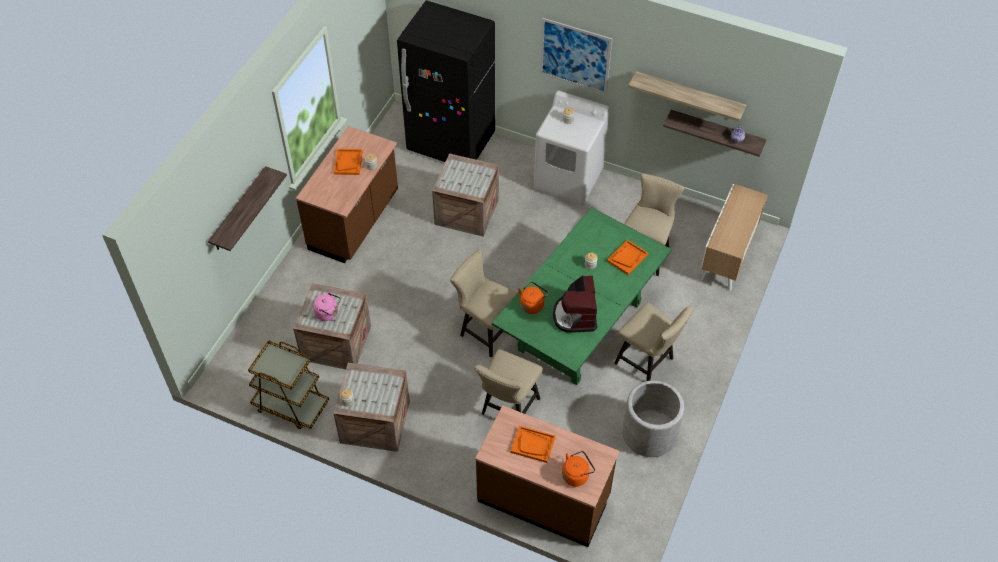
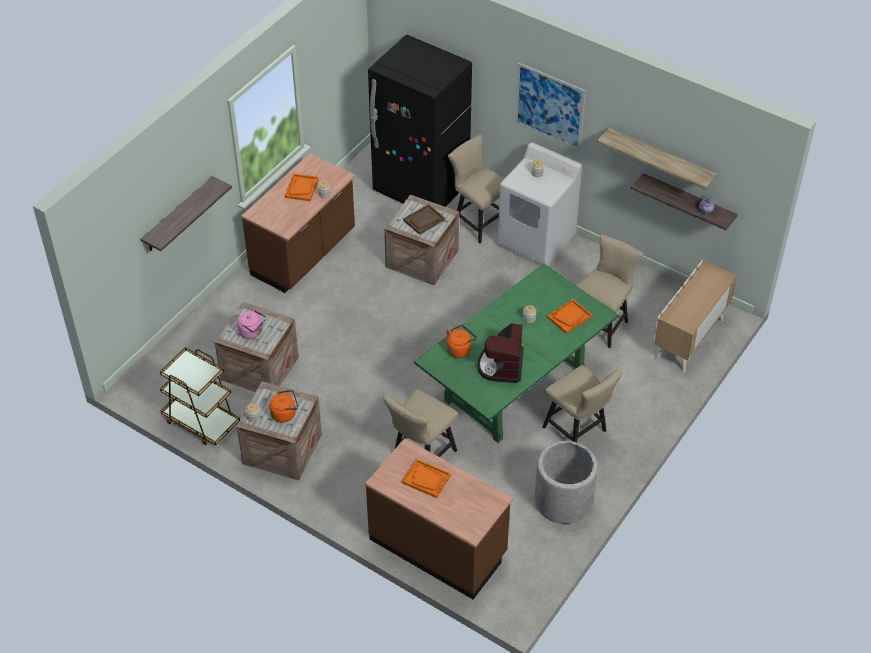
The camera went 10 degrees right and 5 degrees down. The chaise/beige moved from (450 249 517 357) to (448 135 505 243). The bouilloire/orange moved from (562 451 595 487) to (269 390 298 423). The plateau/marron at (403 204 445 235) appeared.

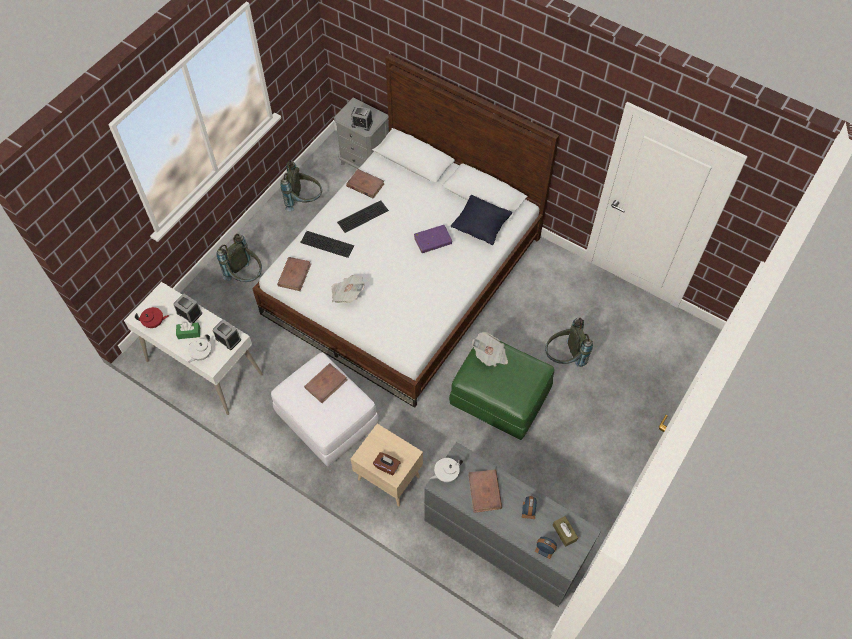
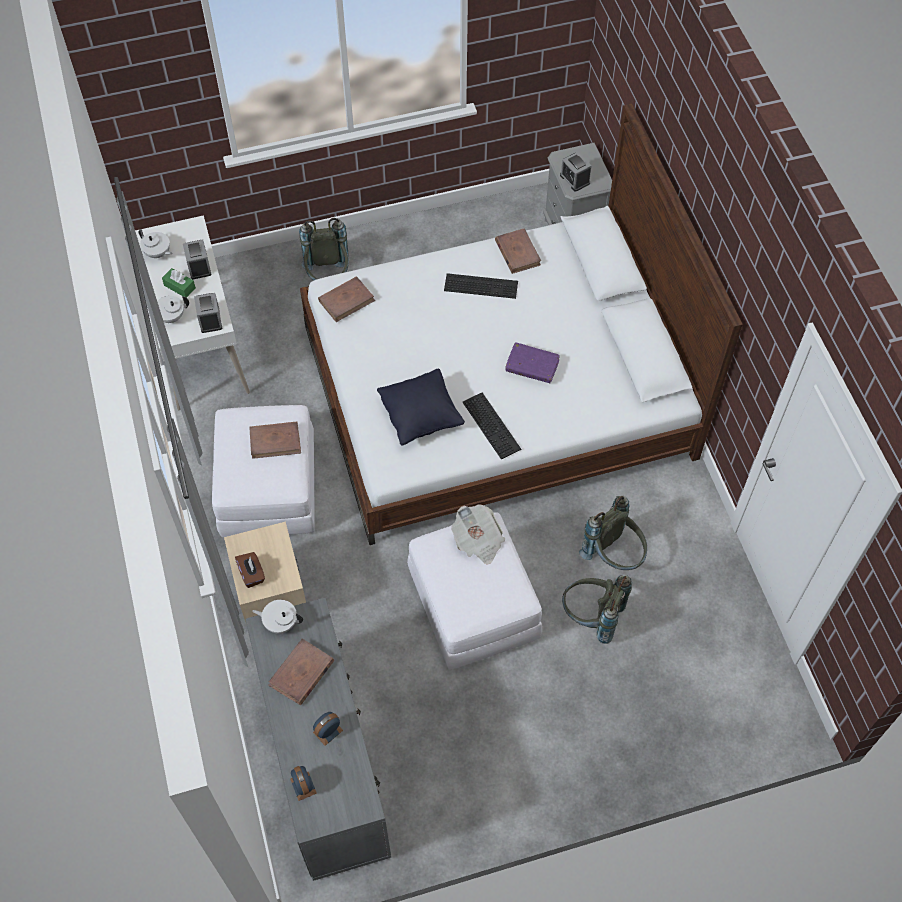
The camera went 40 degrees right and 0 degrees up. The sac à dos/gris moved from (280 160 322 211) to (579 496 647 570). The coussin/noir moved from (451 195 512 245) to (377 368 465 446). The clavier moved from (300 231 354 258) to (463 393 521 459). The journal at (331 275 365 303) disappeared. The théière/rouge at (135 307 169 328) became the théière/blanc at (139 229 173 258). The pouf/vert at (449 341 554 440) became the pouf/blanc at (407 512 542 670). The boîte à mouchoirs/marron at (553 516 578 547) disappeared.

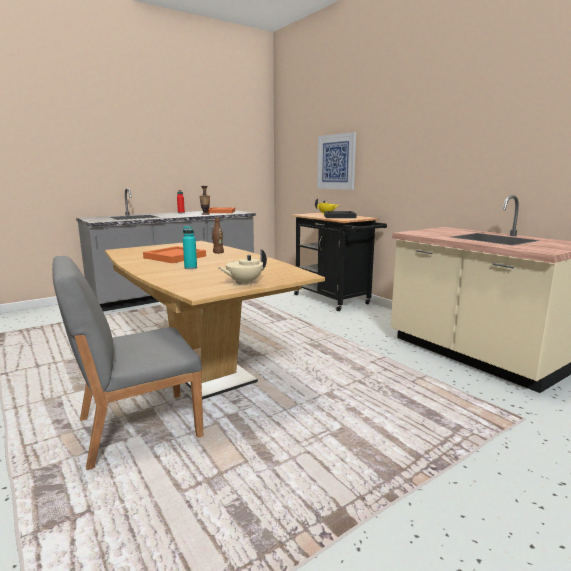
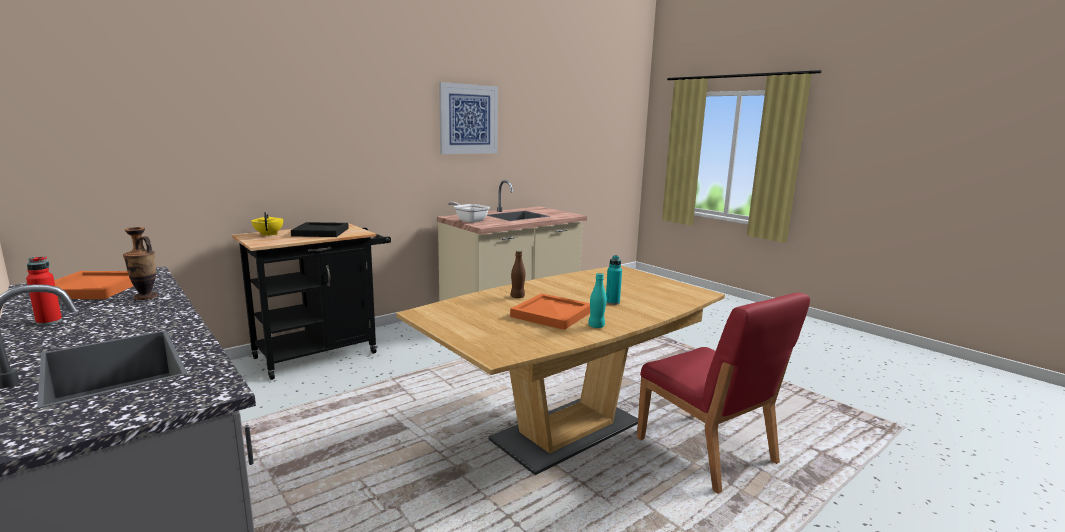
The camera went 95 degrees left and 0 degrees up. The tableau moved from (317 132 356 190) to (439 82 498 154). The théière/beige at (218 249 267 285) disappeared. The chaise/gris at (52 256 203 470) became the chaise/rouge at (637 292 810 494). The poêle at (448 202 490 223) appeared. The bouteille/turquoise at (588 273 607 328) appeared.

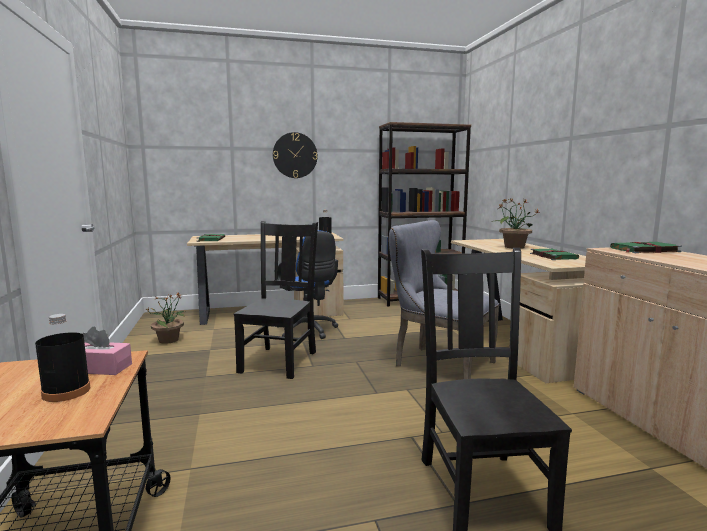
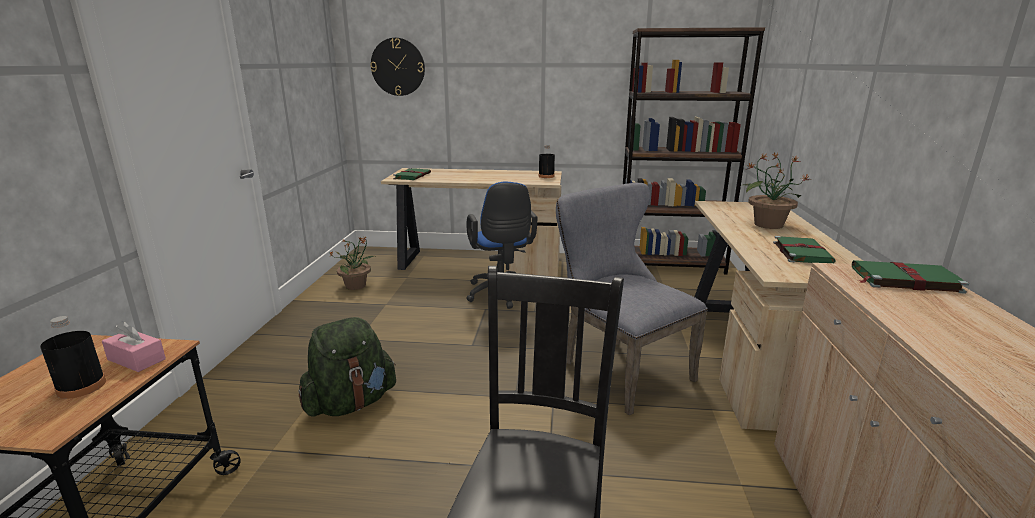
The camera went 20 degrees right and 10 degrees up. The horloge murale moved from (273 132 318 178) to (370 38 425 96). The chaise/noir at (234 221 318 379) disappeared. The sac à dos/vert at (298 317 396 416) appeared.

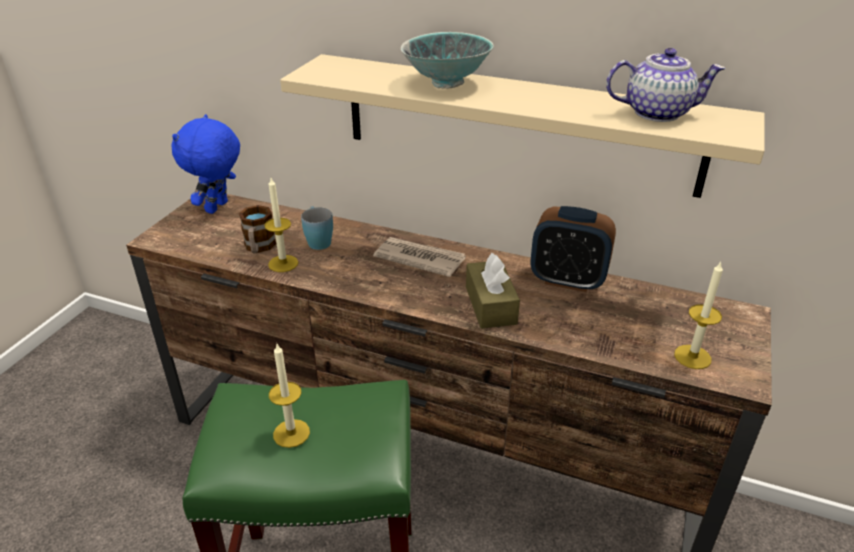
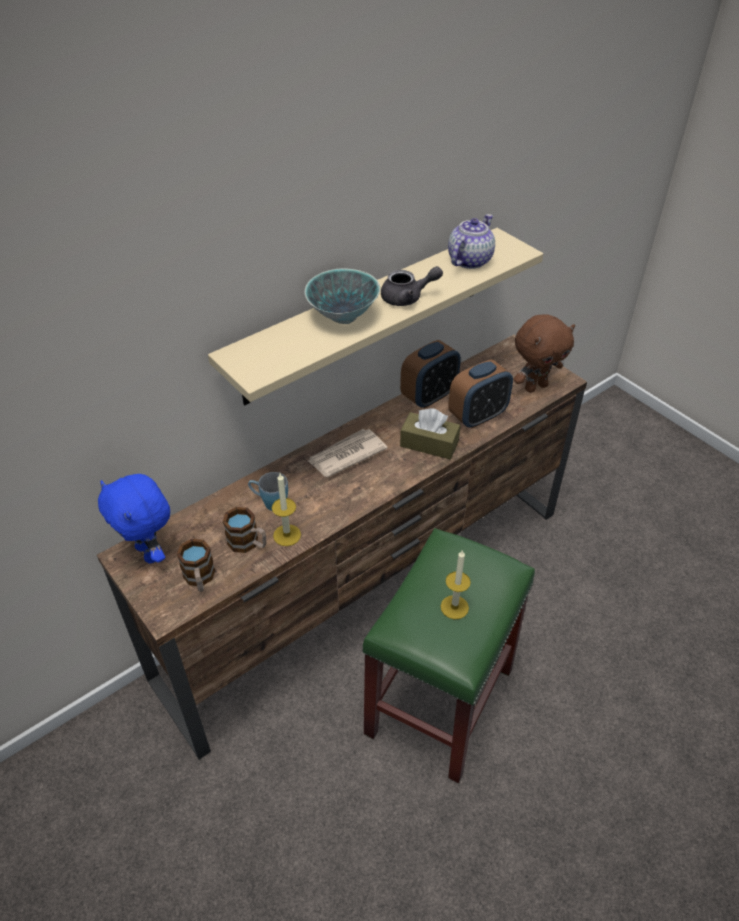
The camera went 60 degrees left and 10 degrees up. The bougie at (674 262 723 369) was replaced by the peluche/marron at (513 314 575 393). The théière/gris at (381 266 443 306) appeared. The réveil at (448 360 513 428) appeared. The mug at (177 539 215 592) appeared.

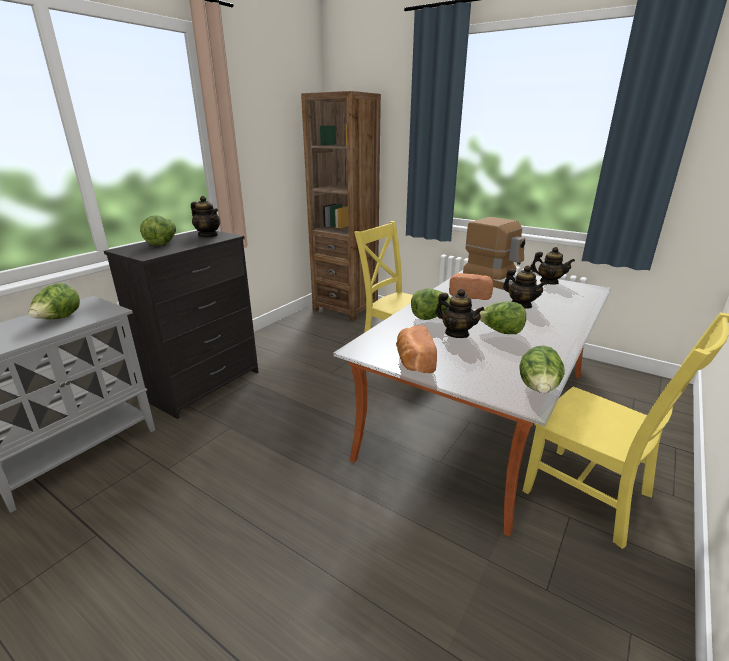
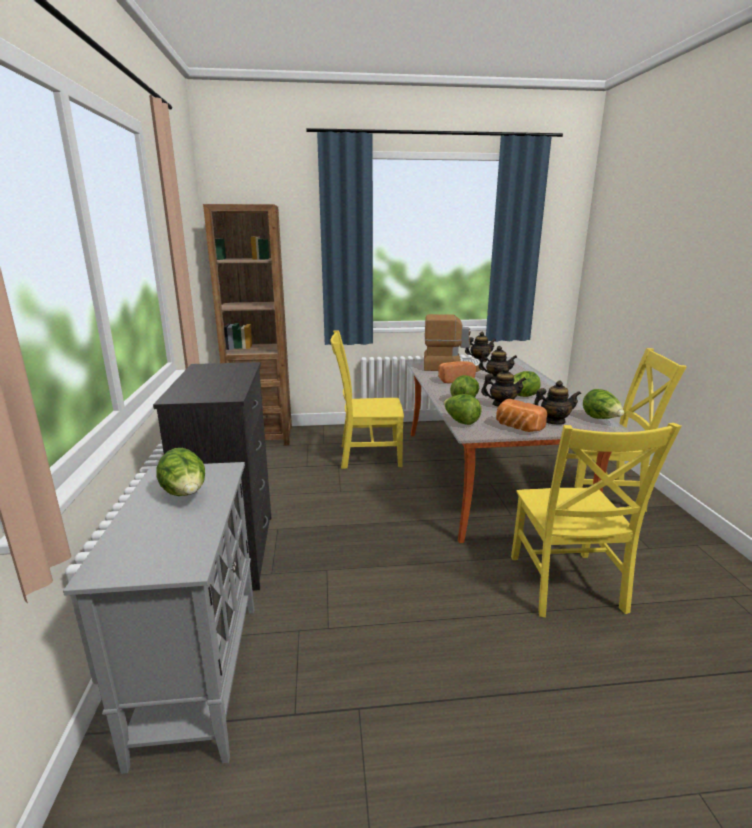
The camera went 40 degrees left and 5 degrees down. The théière moved from (191 196 220 237) to (534 380 581 425). The laitue moved from (140 215 176 246) to (444 394 482 425). The chaise/jaune at (511 423 682 617) appeared.

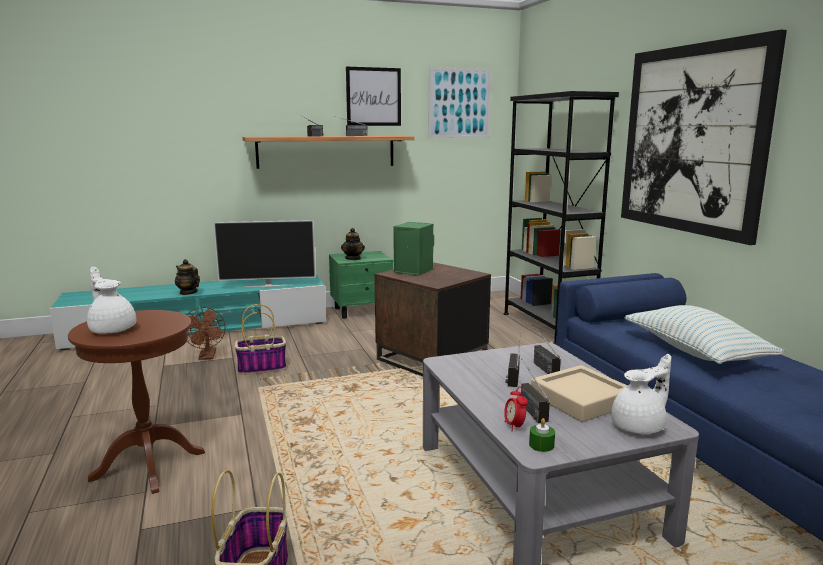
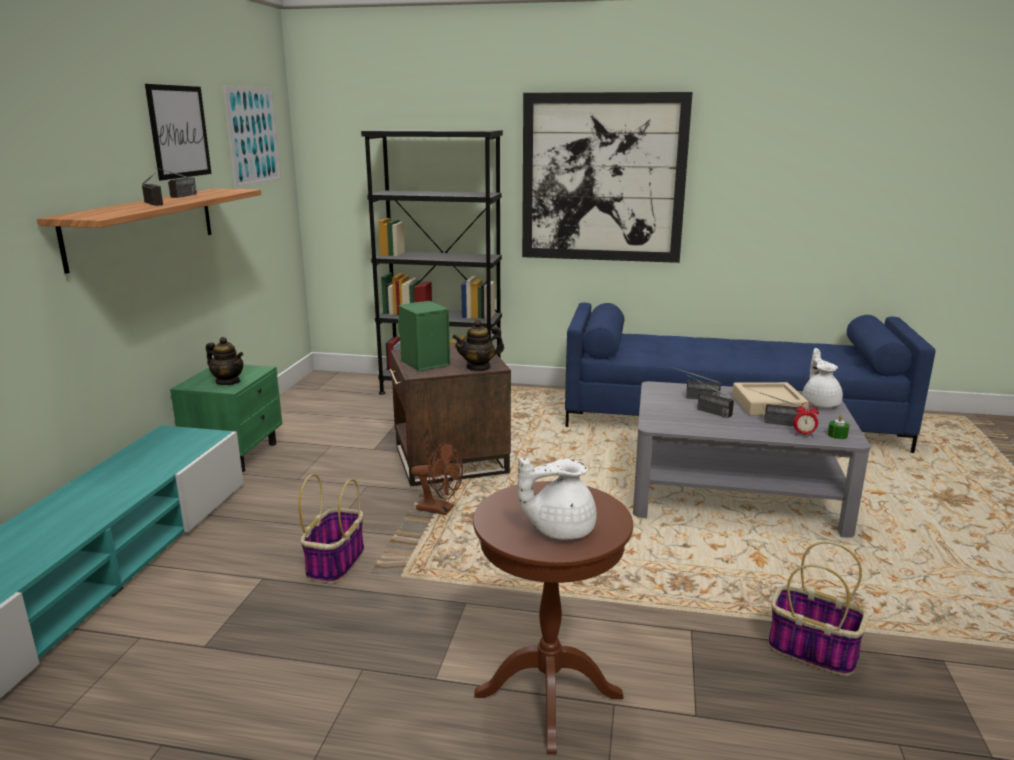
The camera went 60 degrees left and 5 degrees up. The téléviseur at (213 220 316 287) disappeared. The théière moved from (175 259 200 295) to (452 320 504 371). The coussin at (624 305 784 364) disappeared. The ventilateur/marron moved from (187 307 225 360) to (411 442 463 515).

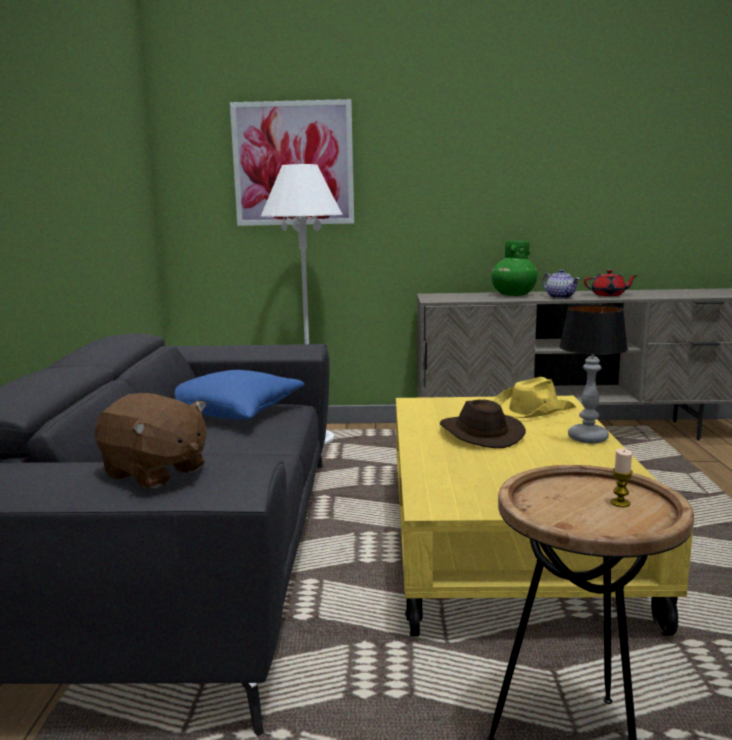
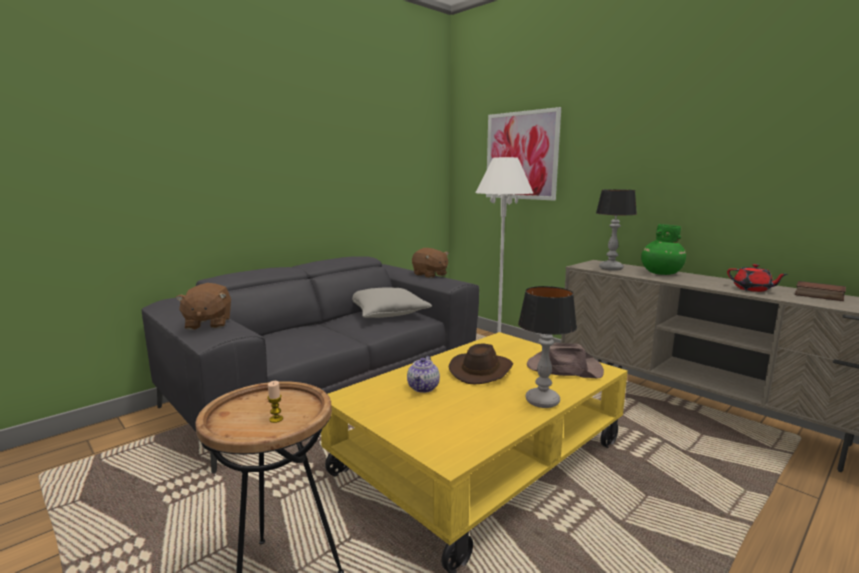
The camera went 45 degrees right and 0 degrees up. The théière moved from (543 269 580 299) to (407 356 440 393). The coussin/bleu at (175 370 305 420) became the coussin/gris at (352 287 432 318). The chapeau/jaune at (493 377 576 418) became the chapeau/marron at (527 343 604 378). The lampe de table at (596 189 637 271) appeared. The peluche/marron at (412 248 449 278) appeared. The livre at (795 281 846 301) appeared.

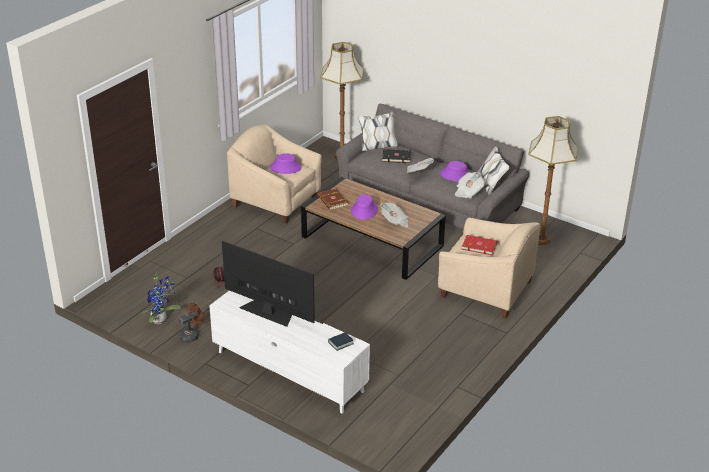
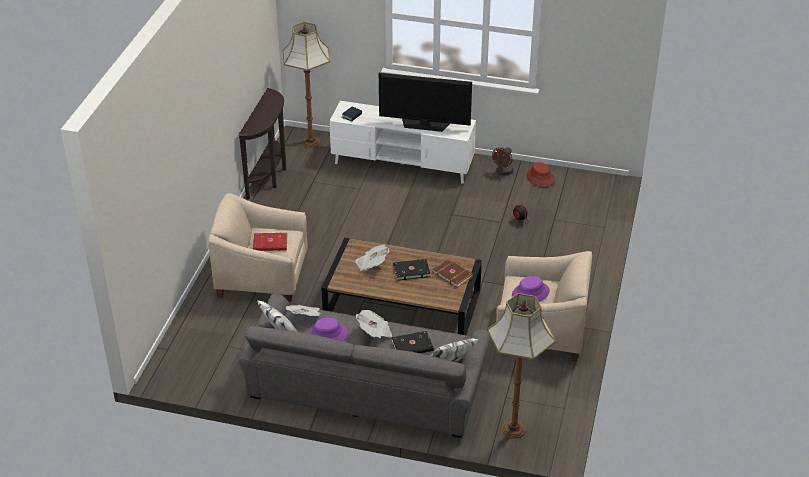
The camera went 160 degrees right and 5 degrees up. The lampadaire moved from (528 116 578 245) to (283 22 330 148). The chapeau/violet at (351 194 378 220) was replaced by the livre/noir at (393 259 430 281). The plante en pot at (142 273 181 324) was replaced by the chapeau/rouge at (526 162 555 187). The table console/marron at (239 88 286 199) appeared.

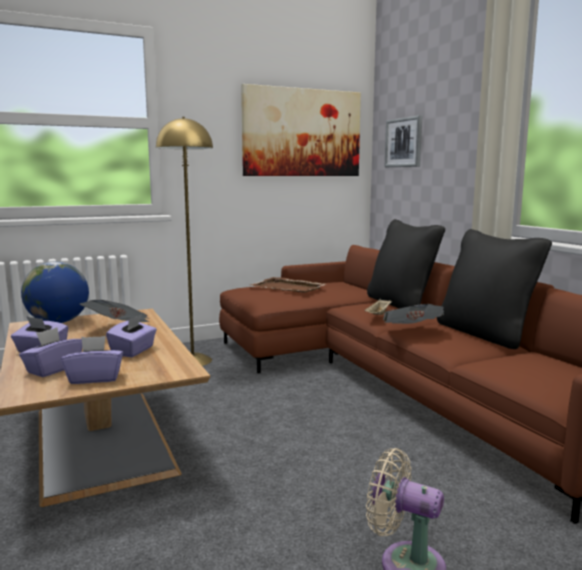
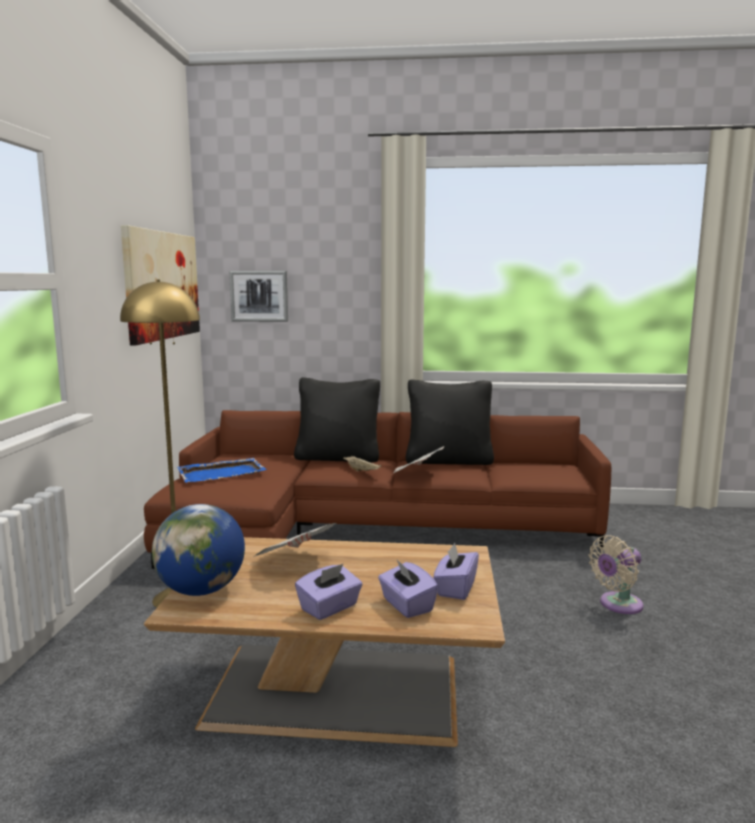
The camera went 60 degrees left and 0 degrees up. The plateau/marron at (251 277 326 293) became the plateau/bleu at (177 458 267 483). The boîte à mouchoirs/violet at (106 314 157 357) disappeared.

